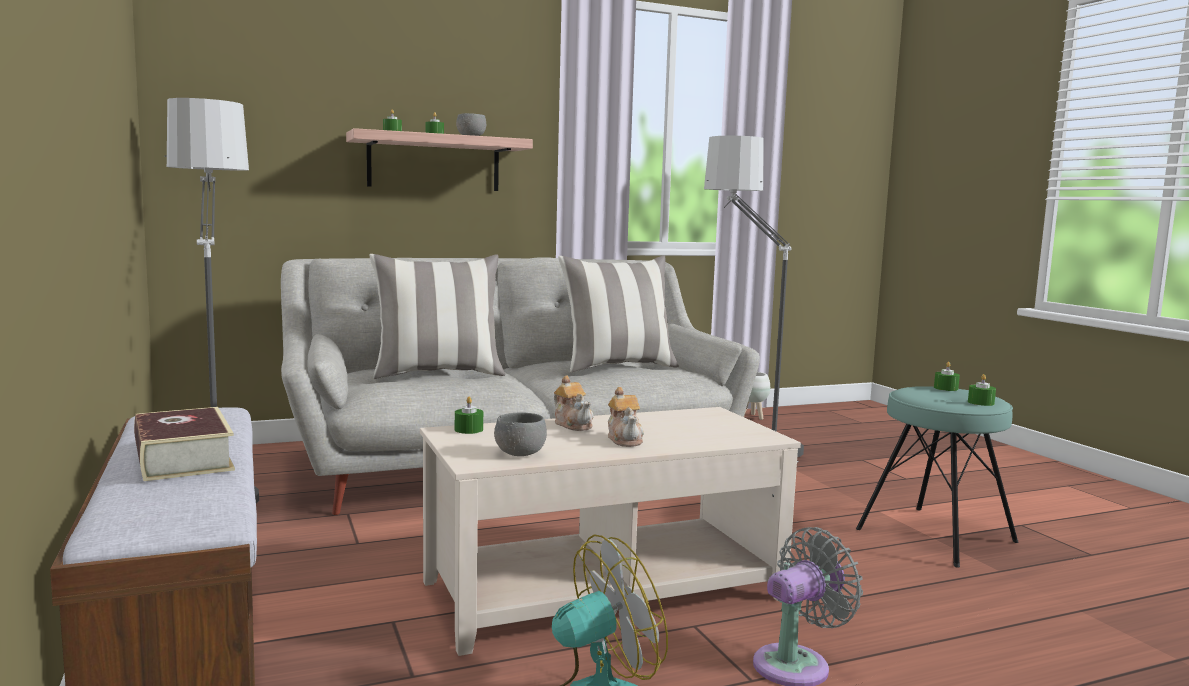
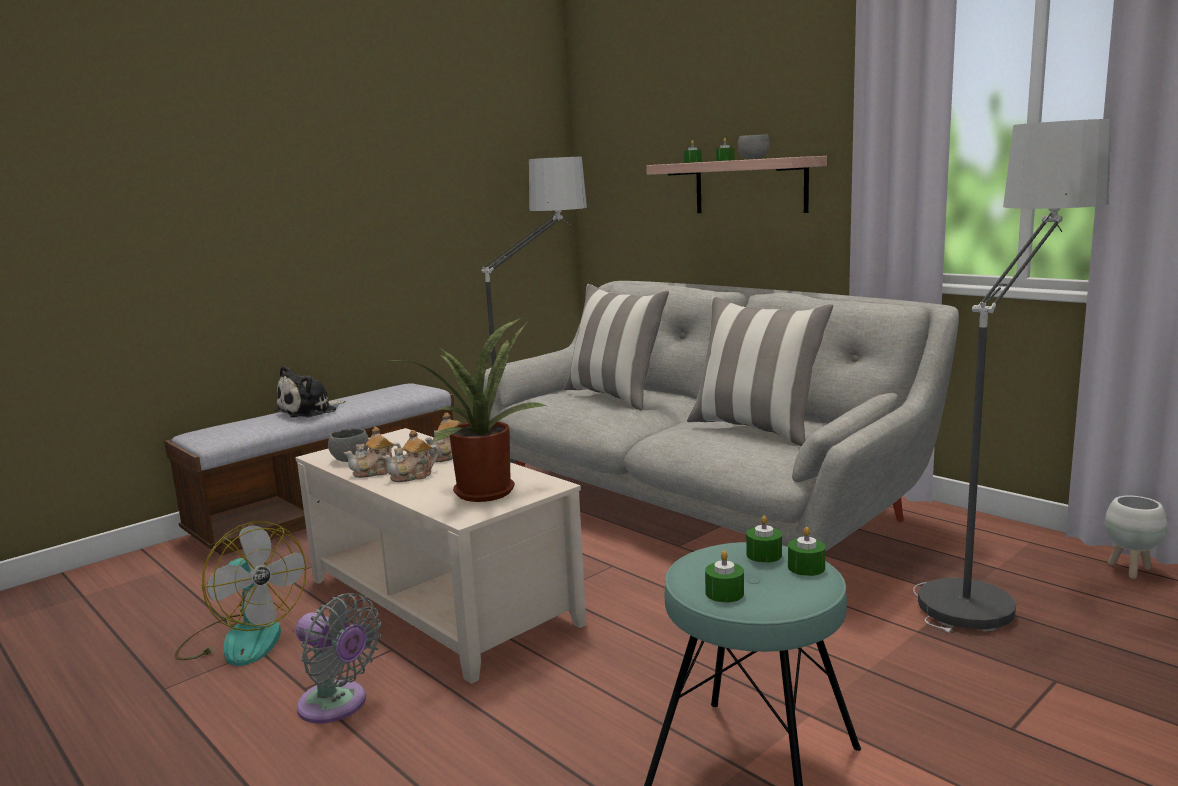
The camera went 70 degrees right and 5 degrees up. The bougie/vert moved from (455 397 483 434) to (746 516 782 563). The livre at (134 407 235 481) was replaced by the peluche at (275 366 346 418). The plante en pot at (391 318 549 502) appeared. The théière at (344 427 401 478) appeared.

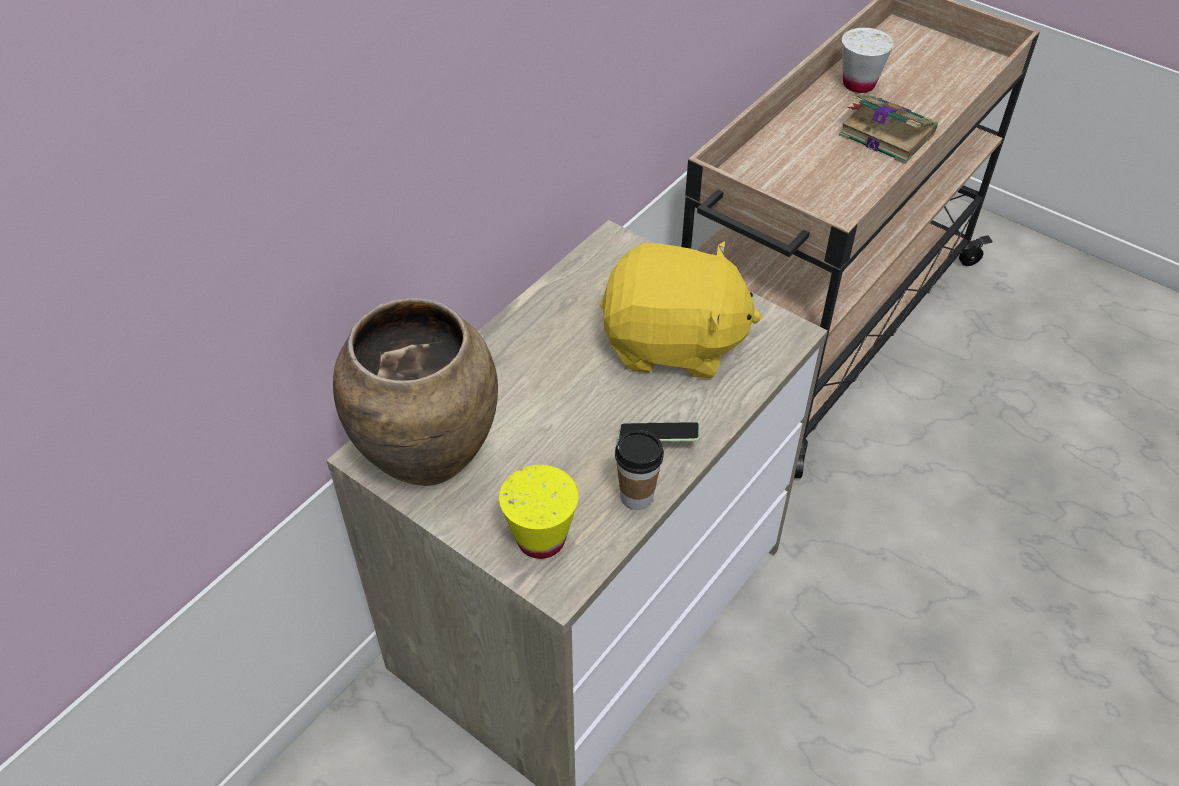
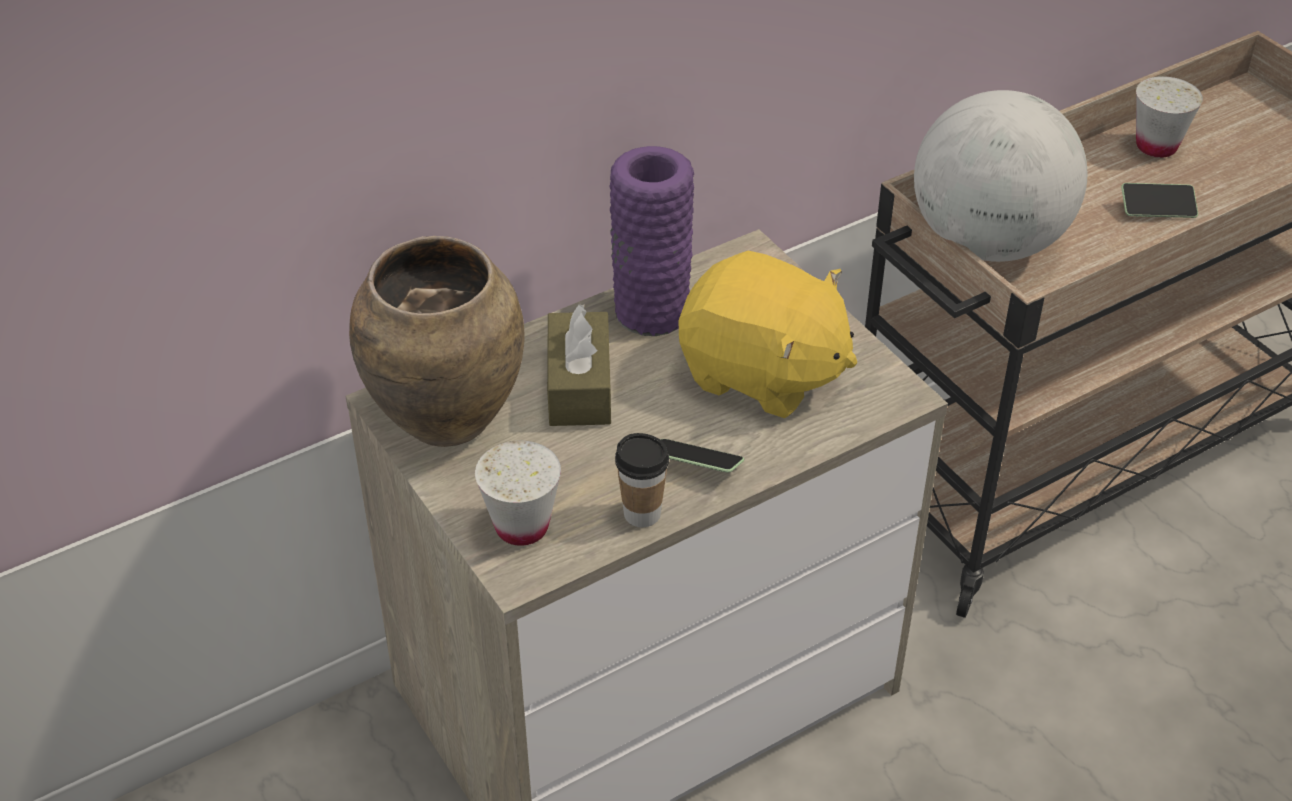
The camera went 20 degrees right and 5 degrees down. The livre at (839 94 938 164) was replaced by the téléphone at (1121 183 1198 218). The tasse/jaune at (499 465 579 559) became the tasse/blanc at (475 441 561 546). The globe at (914 90 1087 262) appeared. The vase/violet at (610 146 694 336) appeared. The boîte à mouchoirs/marron at (547 304 611 426) appeared.

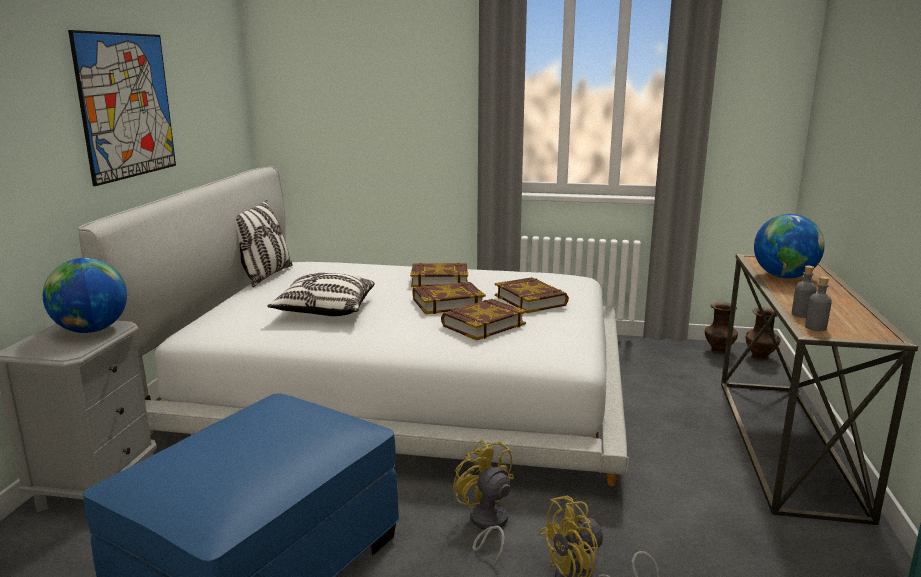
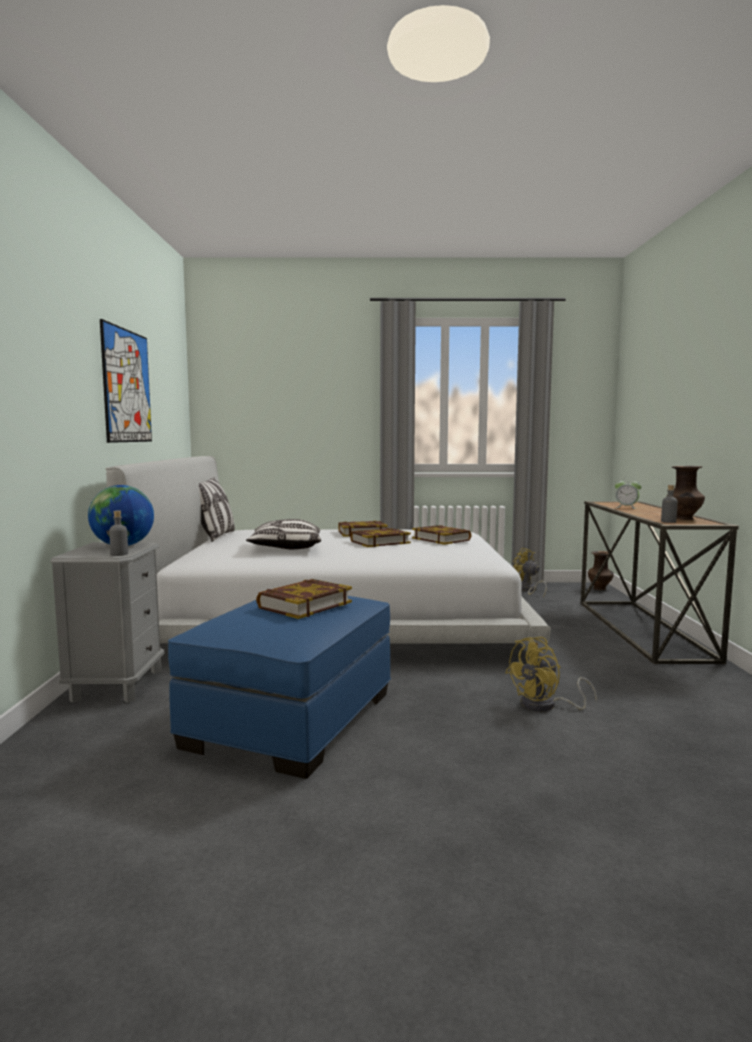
The camera went 10 degrees left and 10 degrees down. The globe at (754 214 825 278) was replaced by the réveil at (615 477 642 509). The bouteille/gris moved from (792 266 816 318) to (109 511 128 556). The livre moved from (441 299 526 341) to (256 579 352 619). The vase/marron moved from (705 302 738 354) to (667 466 705 520). The ventilateur/jaune moved from (453 439 514 567) to (513 548 547 597).

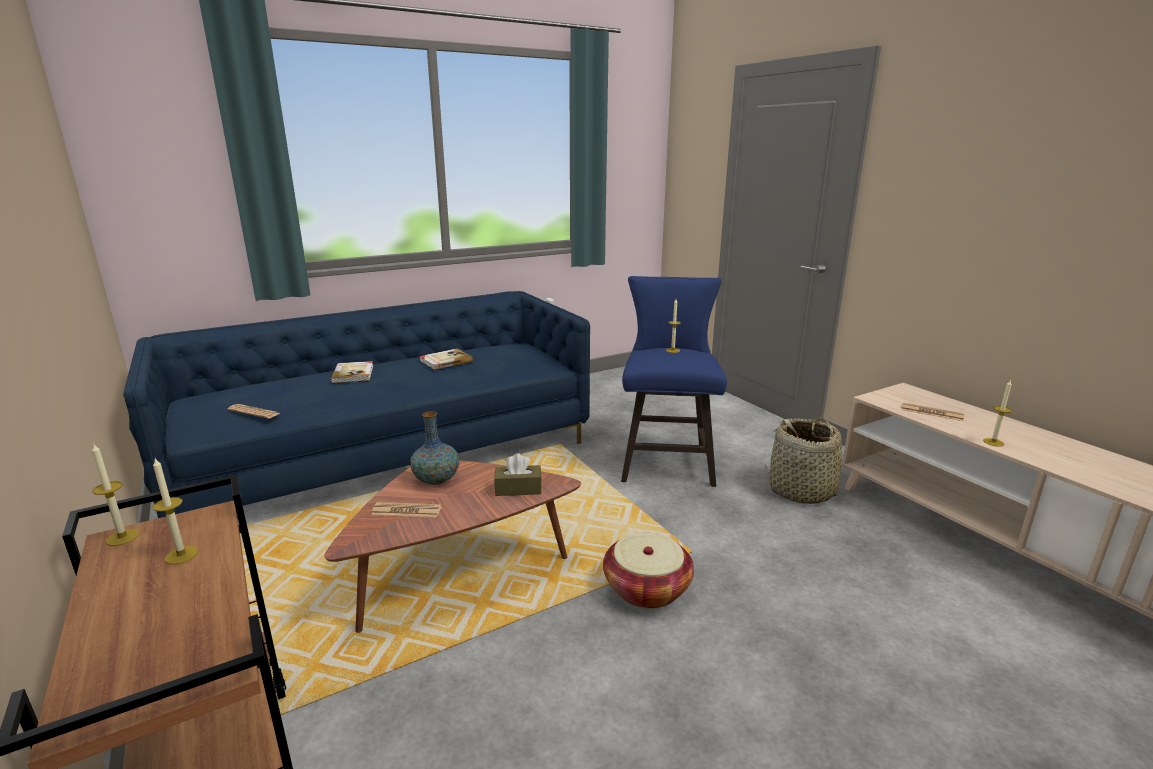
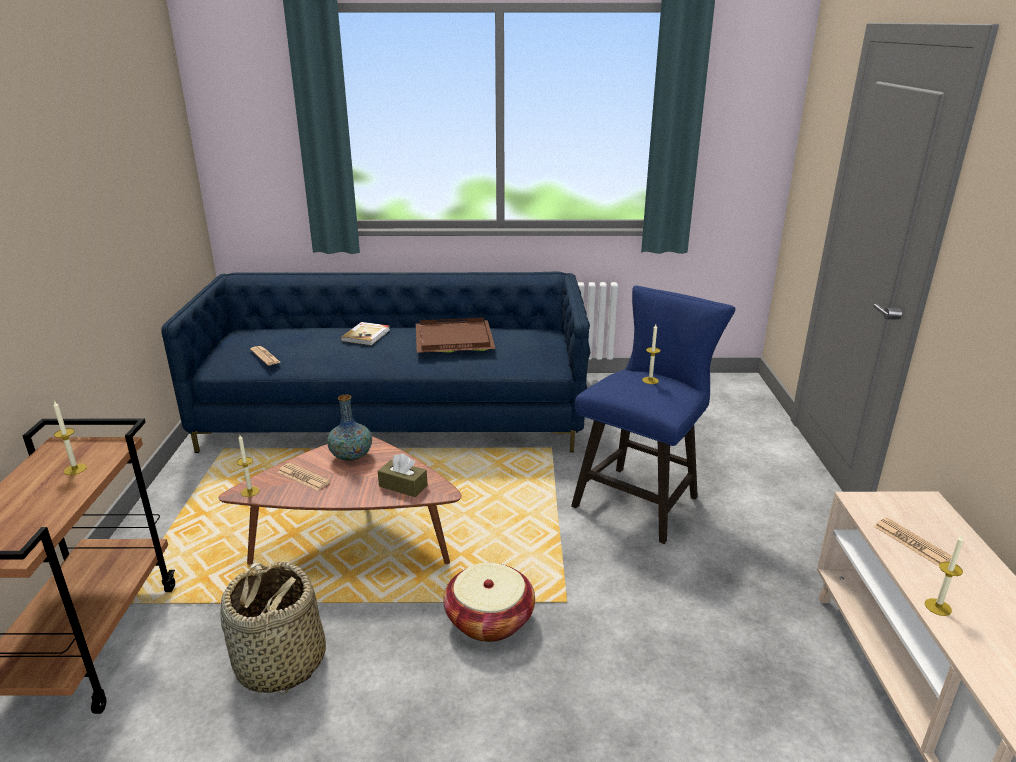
The camera went 30 degrees right and 5 degrees up. The livre at (419 349 473 370) was replaced by the plateau/marron at (416 317 496 353). The panier moved from (765 417 855 504) to (220 562 326 695). The bougie moved from (92 443 140 546) to (237 435 260 497).

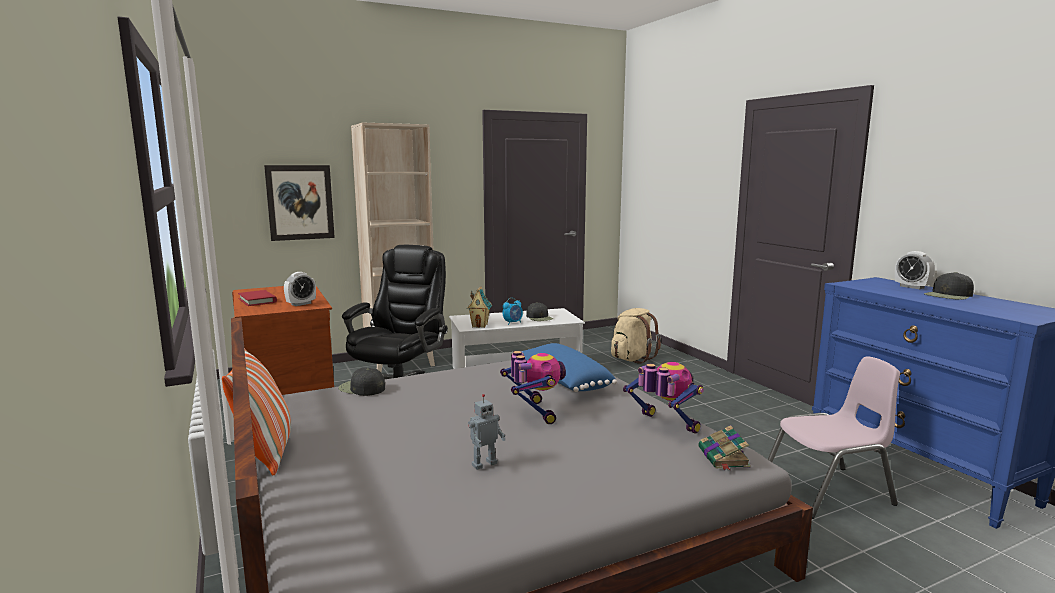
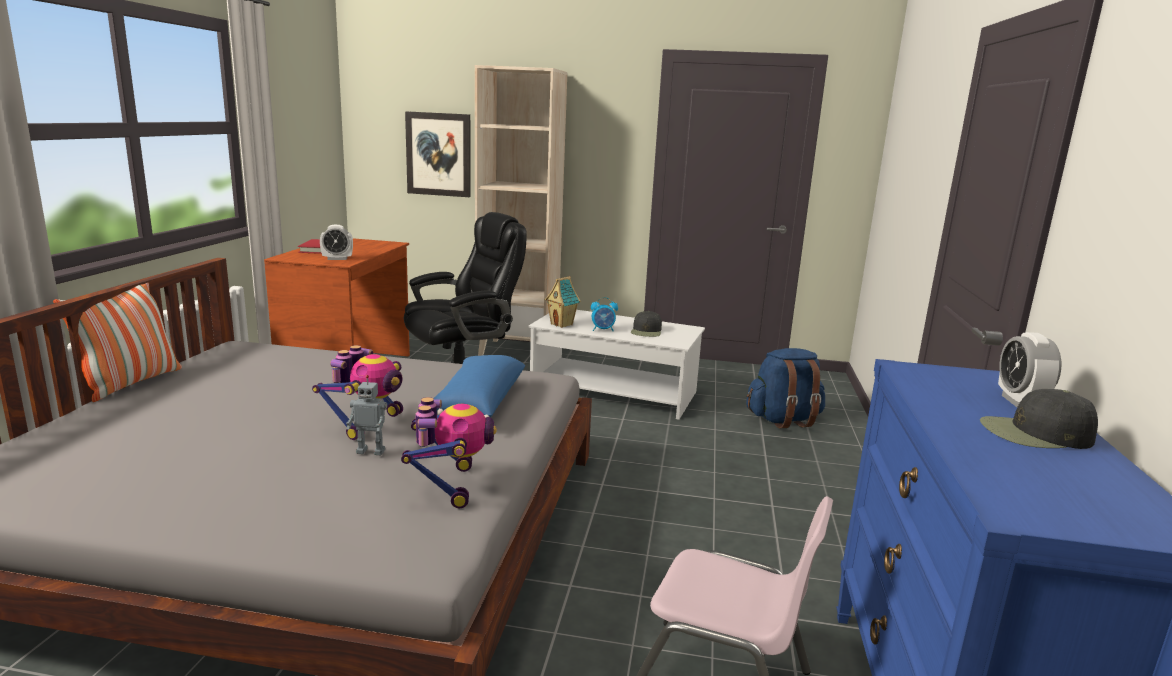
The camera went 35 degrees right and 5 degrees up. The sac à dos/beige at (611 308 661 364) became the sac à dos/bleu at (746 348 825 428). The casquette/noir at (338 368 385 396) disappeared. The robot jouet moved from (468 394 505 470) to (346 375 387 455). The livre at (698 425 751 470) disappeared.

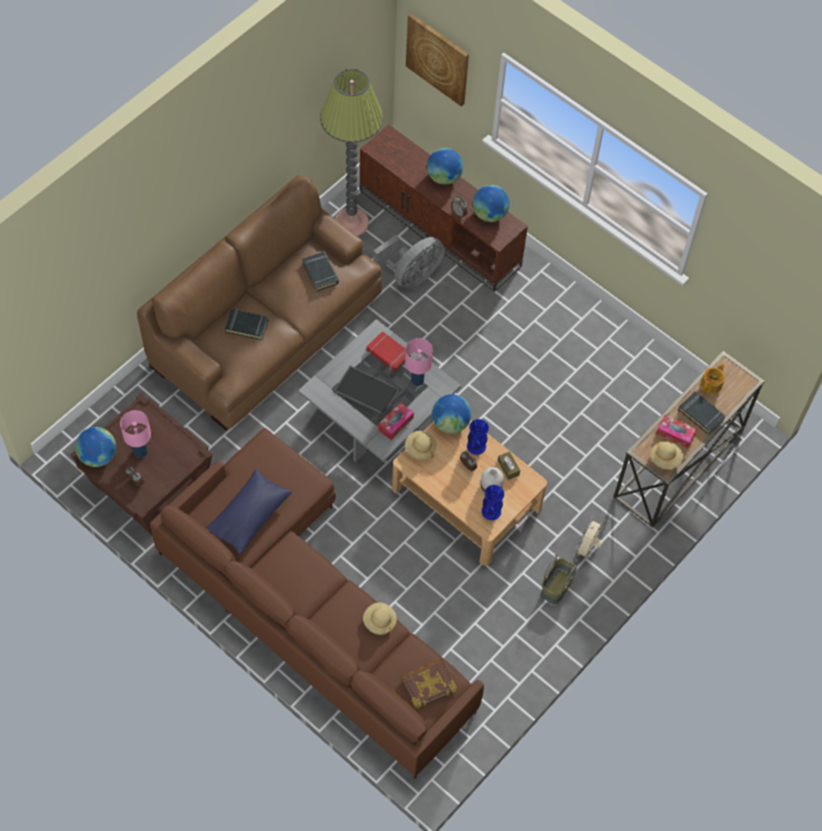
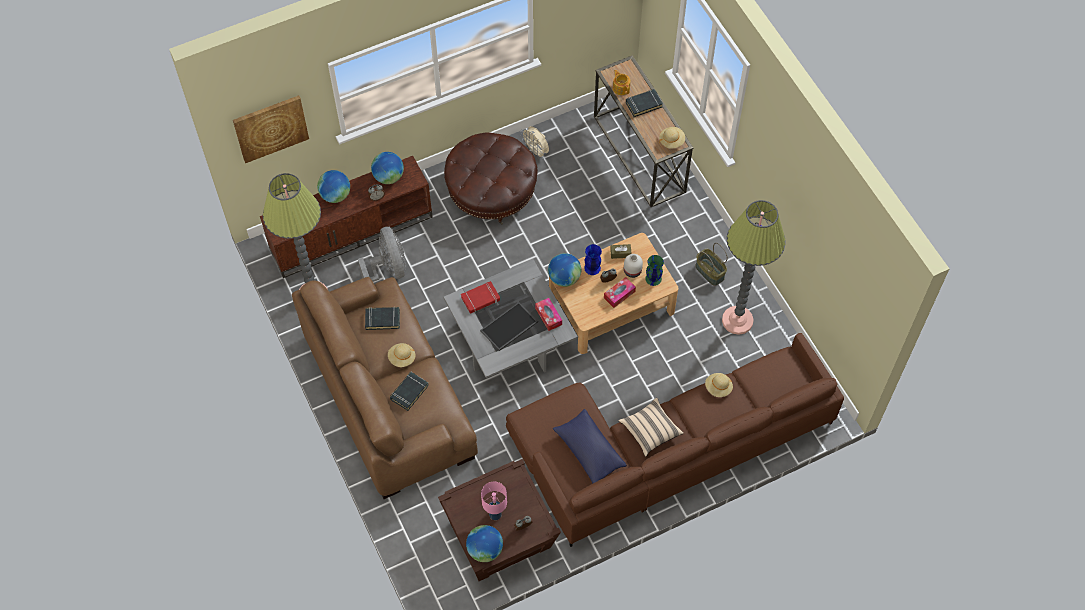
The camera went 65 degrees left and 0 degrees up. The lampe de table/rose at (405 338 433 386) disappeared. The boîte à mouchoirs moved from (656 414 697 449) to (604 277 636 308). The chapeau/beige moved from (405 431 437 460) to (388 343 416 367). The vase/bleu at (482 485 504 520) became the vase/vert at (645 255 664 286). The ventilateur/beige moved from (574 515 603 559) to (520 126 549 159). The livre at (401 659 457 709) disappeared. The pouf/marron at (444 133 538 224) appeared. The lampadaire at (722 200 785 335) appeared. The coussin/beige at (618 398 684 457) appeared.

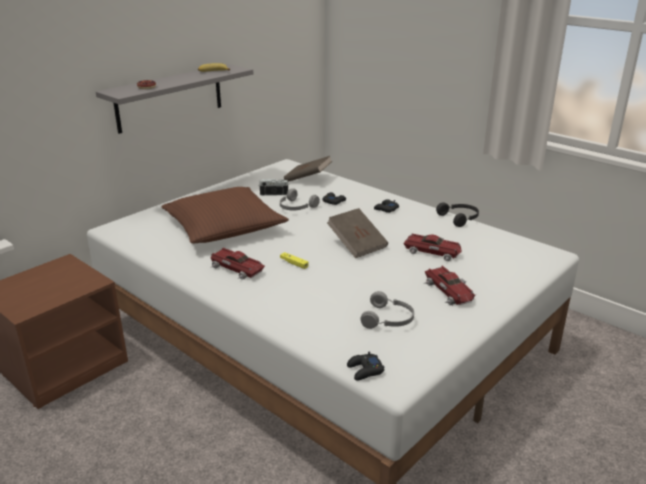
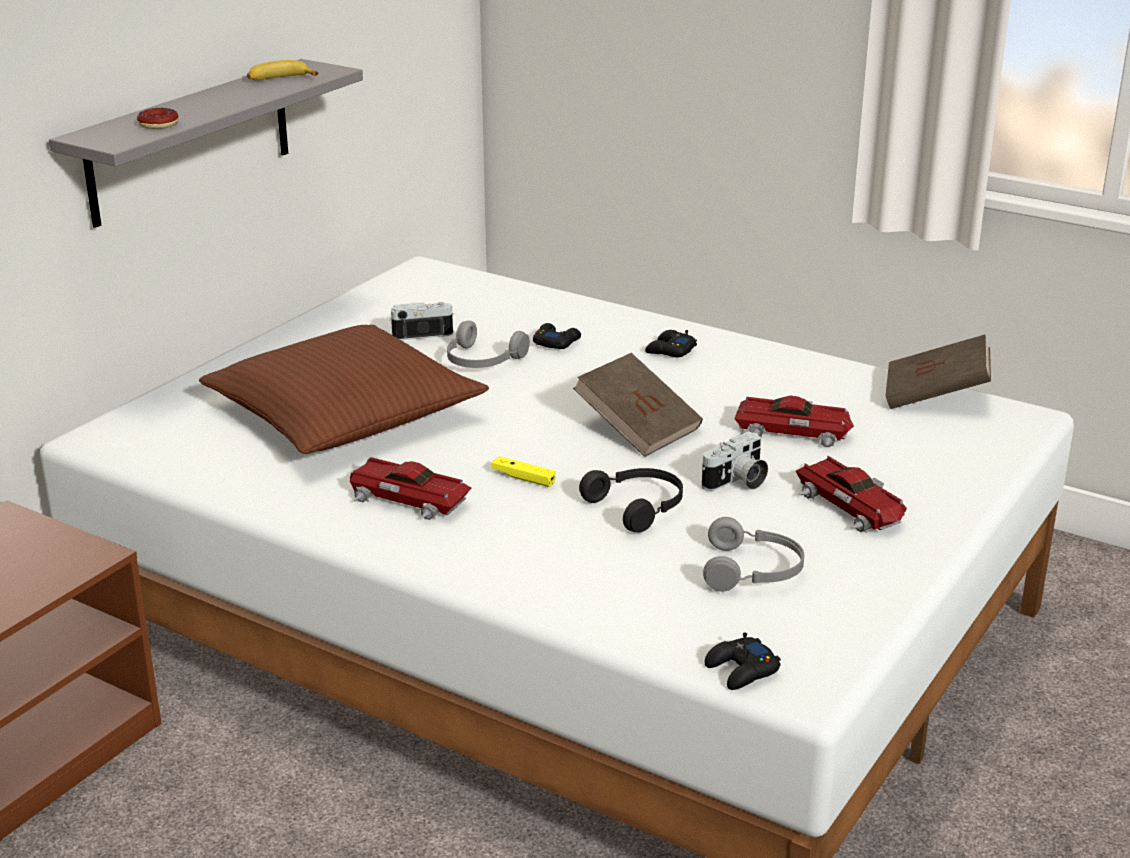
The camera went 10 degrees left and 0 degrees up. The livre/marron moved from (284 156 332 182) to (886 335 991 409). The casque audio/noir moved from (436 203 479 227) to (579 468 683 532). The appareil photo at (702 431 768 491) appeared.

